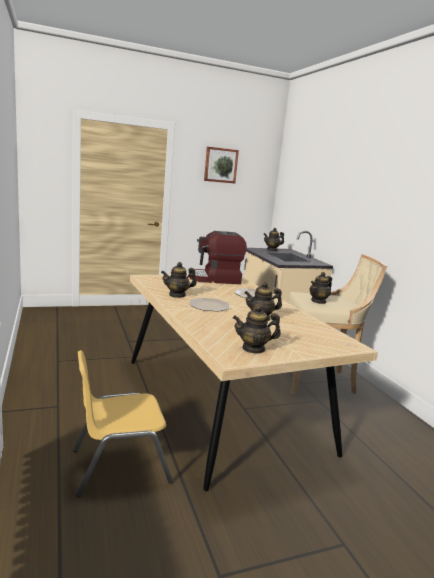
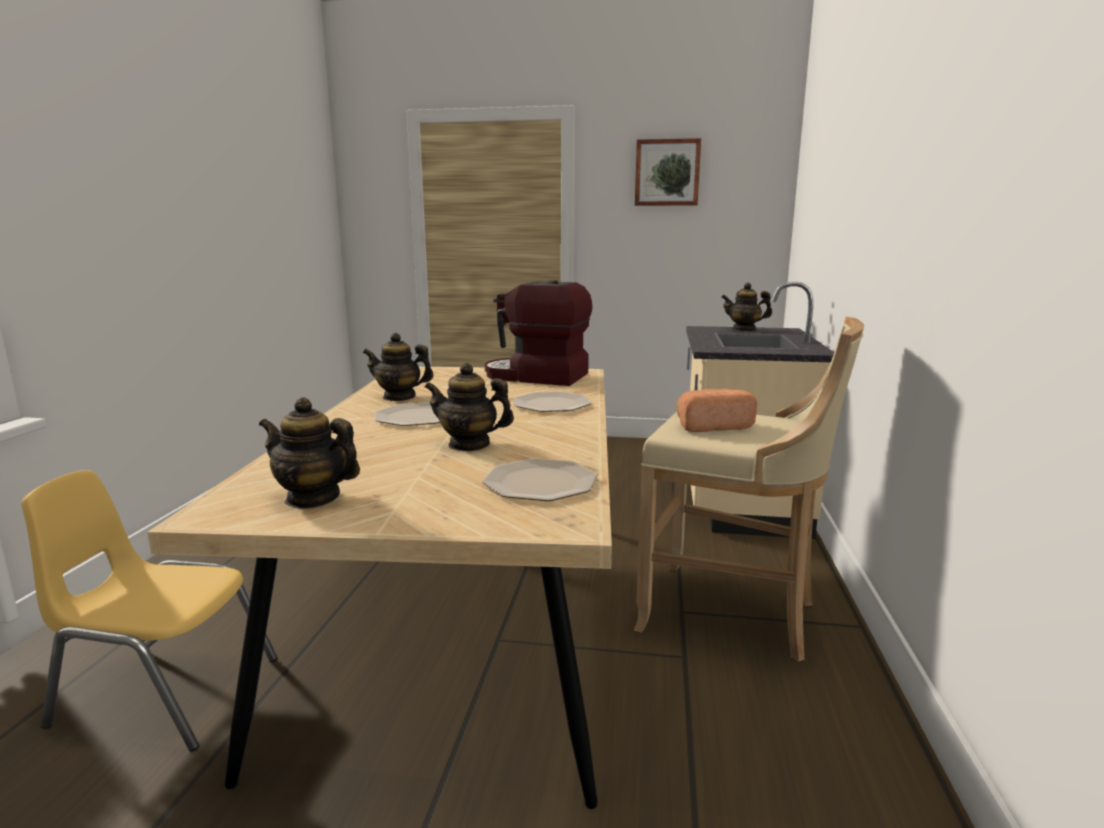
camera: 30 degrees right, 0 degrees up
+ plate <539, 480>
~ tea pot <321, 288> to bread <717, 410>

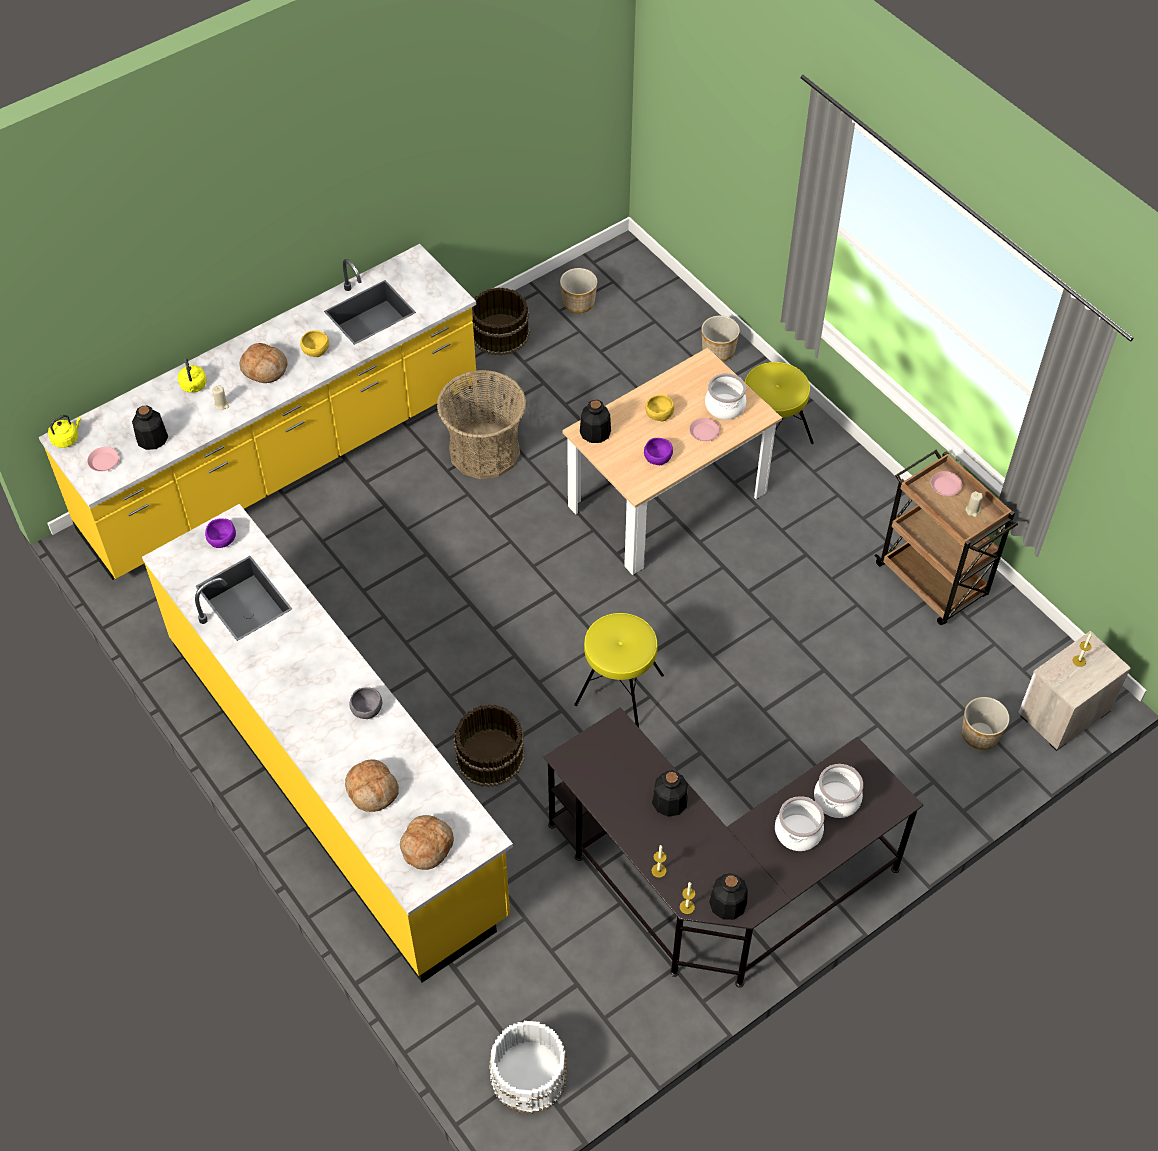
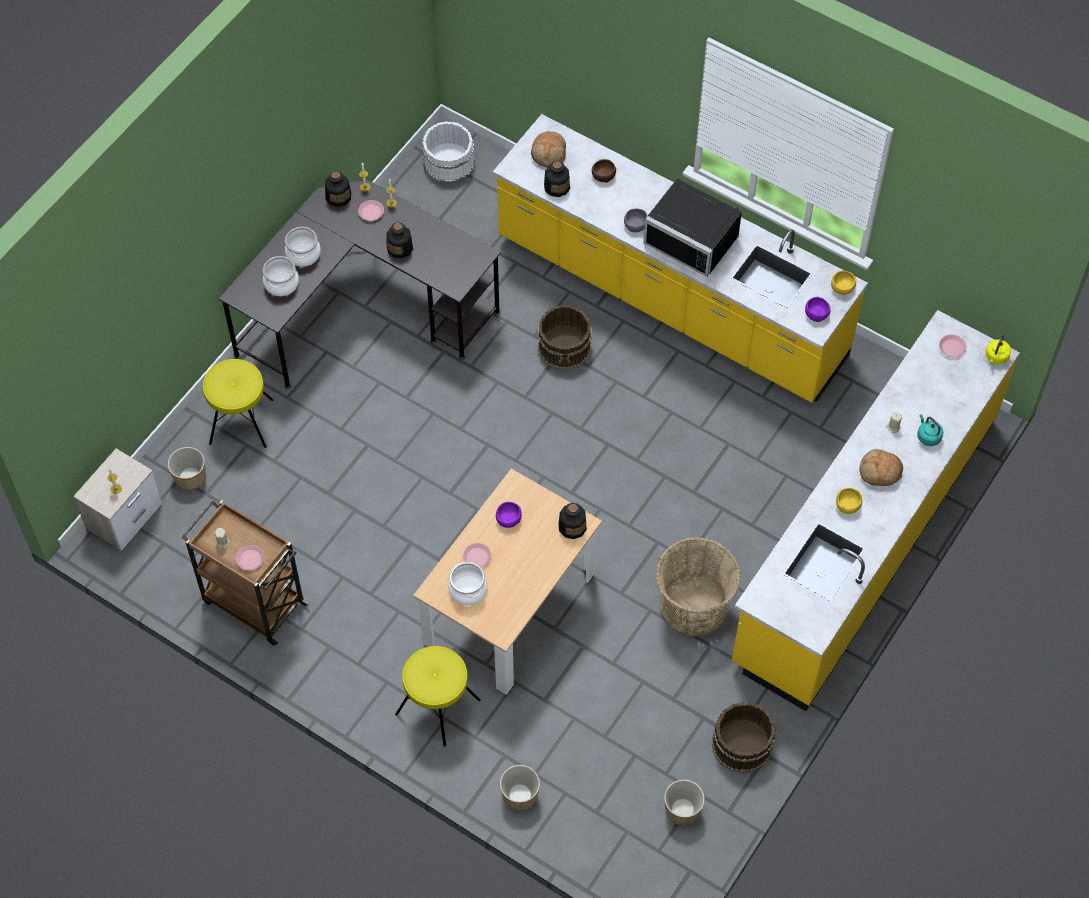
camera: 160 degrees right, 5 degrees up
~ yellow stool <619, 670> to <238, 403>
+ pink-coloured plate <371, 210>
~ drink bottle <150, 427> to <557, 179>
~ bread <372, 785> to brown deep dish <604, 171>
+ blackish kitchen microwave <693, 228>
~ yellow deep dish <659, 408> to <843, 283>
~ yellow tea kettle <192, 375> to turquoise-coloured tea kettle <930, 430>

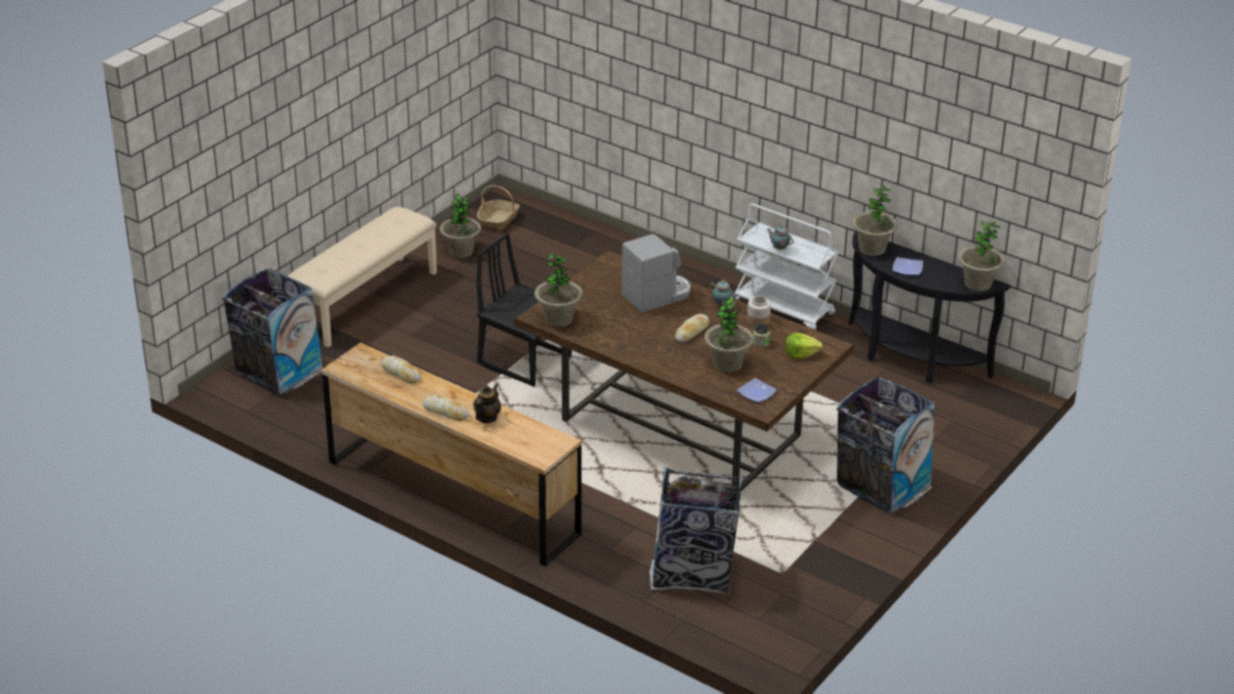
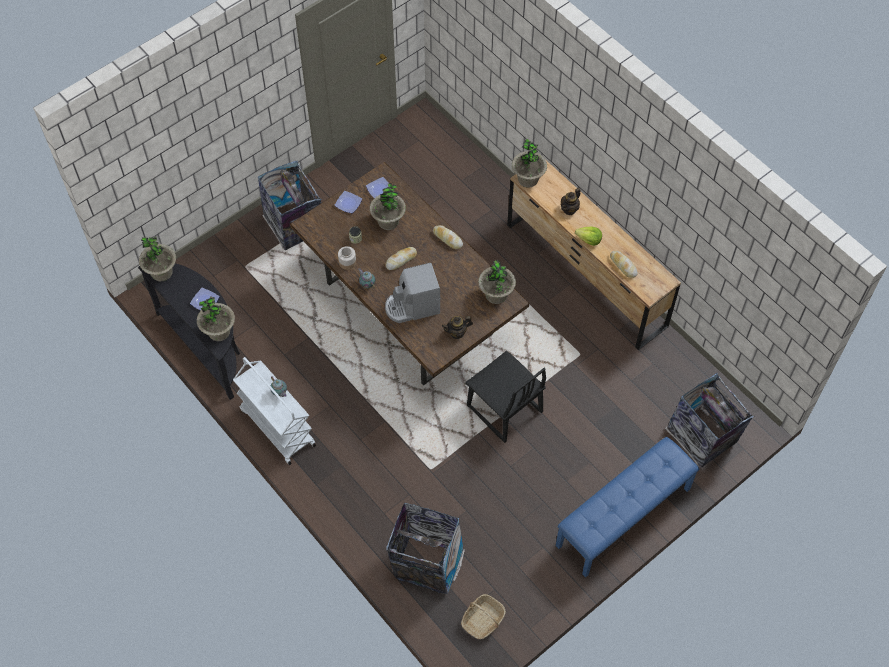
camera: 165 degrees left, 25 degrees up
+ plate <348, 202>
~ waste bin <695, 530> to <425, 549>
~ bread <446, 408> to <448, 237>
+ tea pot <457, 327>
~ plant in a pot <460, 225> to <529, 163>
~ sand-coloured indoor bench <362, 277> to bluish indoor bench <627, 507>
~ head of lettuce <804, 346> to <588, 236>

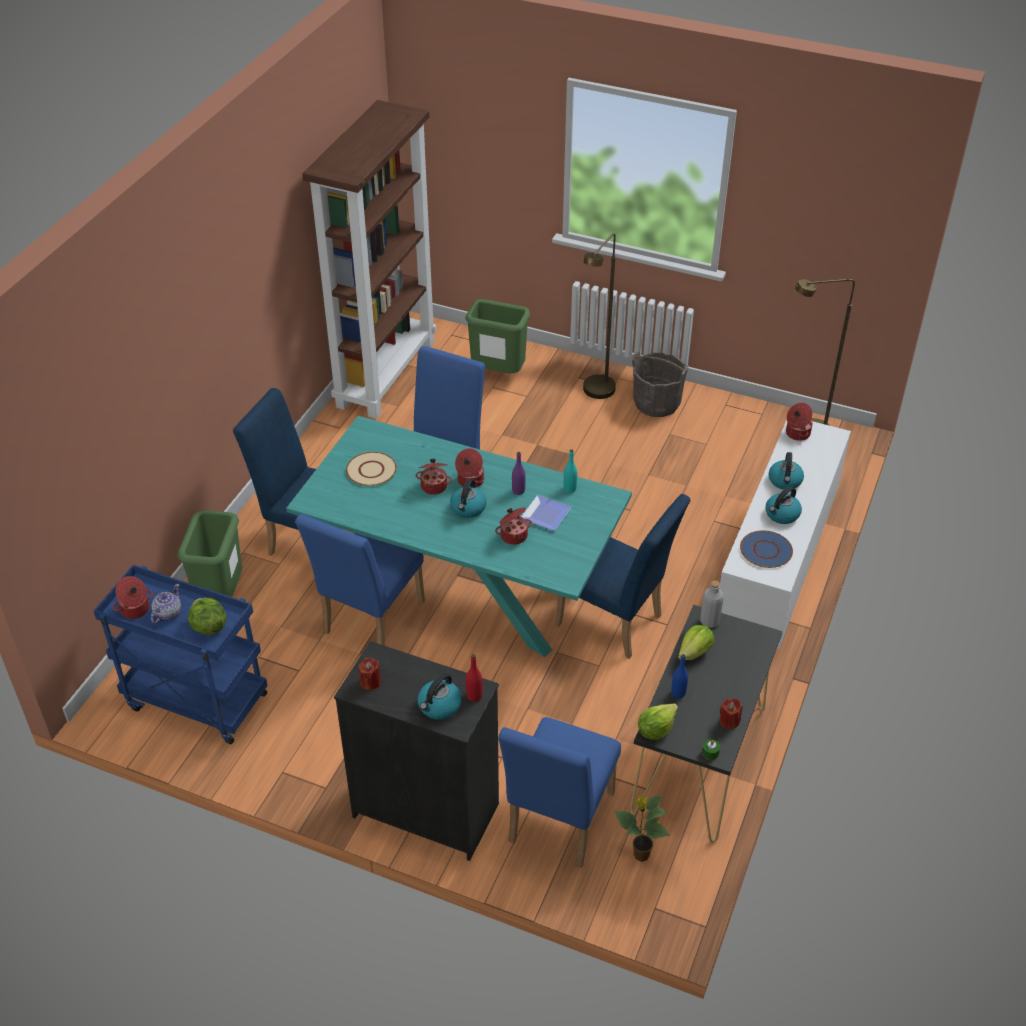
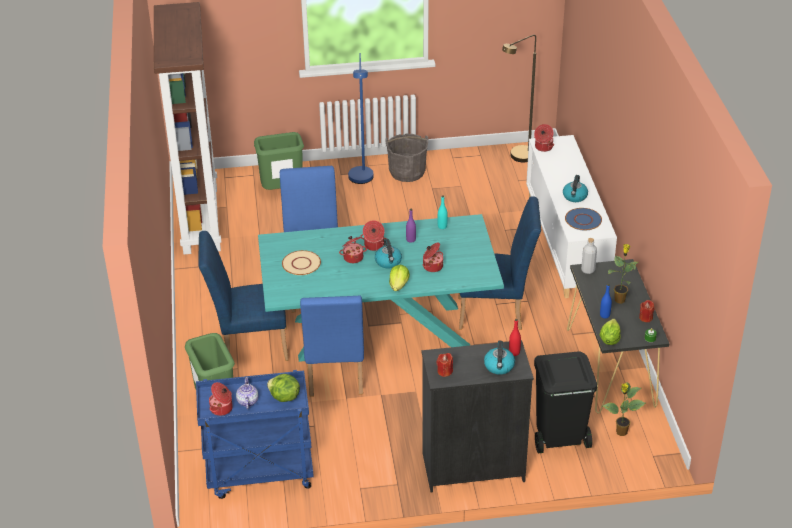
camera: 30 degrees left, 5 degrees down
~ brown floor lamp <599, 316> to bluish floor lamp <361, 118>
~ head of lettuce <696, 642> to <399, 278>
~ bluish upright chair <559, 792> to blackish waste bin <565, 402>
+ plant in a pot <623, 274>
- plate <546, 513>
- tea kettle <786, 471>

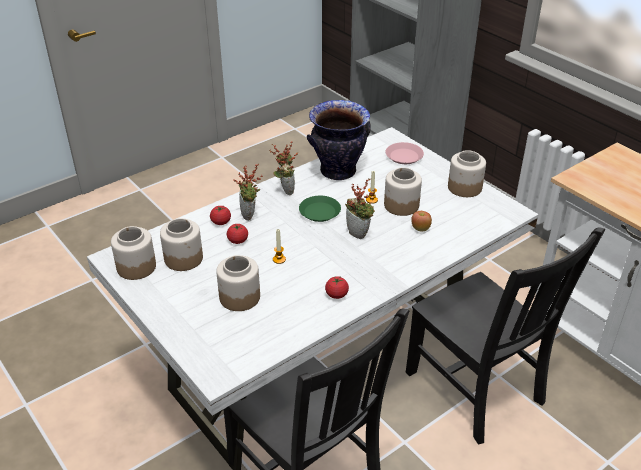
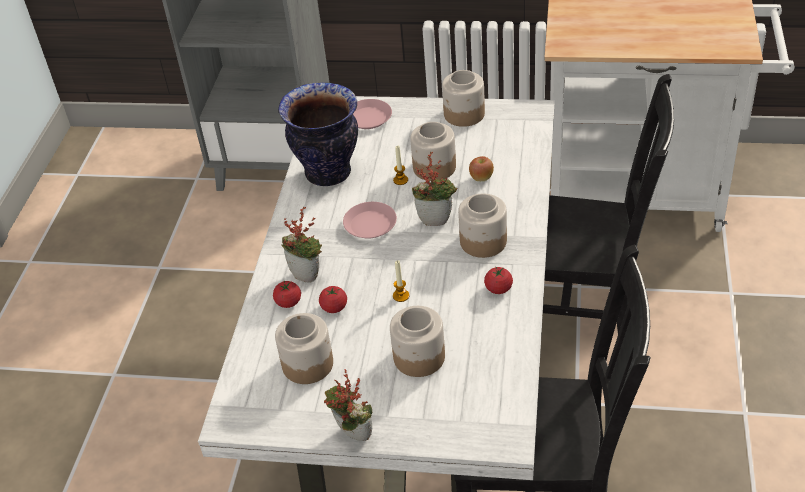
camera: 40 degrees left, 5 degrees up
~ plant in a pot <283, 168> to <348, 405>
~ green-coloured plate <320, 209> to pink-coloured plate <370, 220>
~ preserve jar <133, 253> to <482, 225>

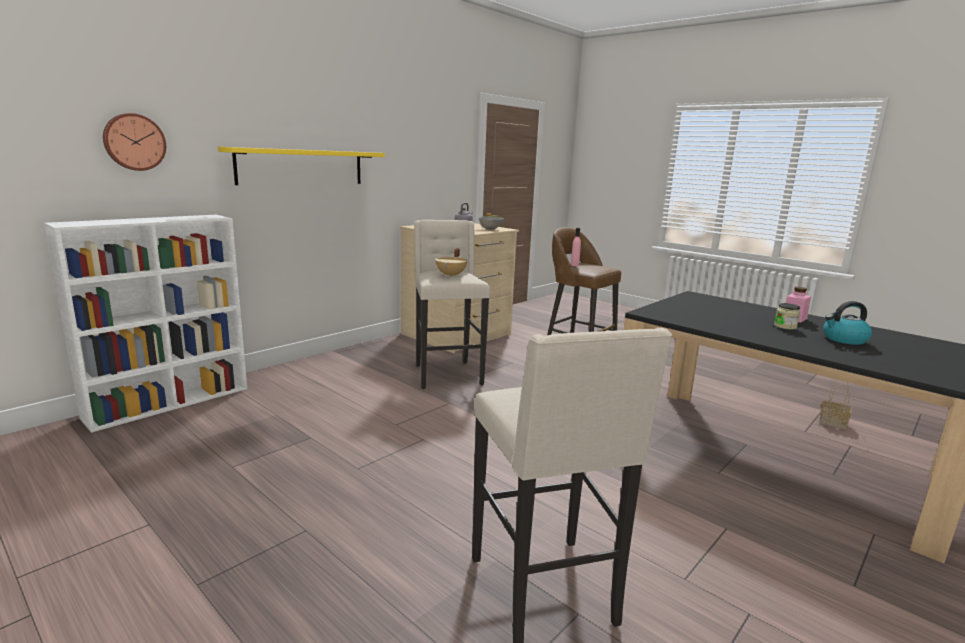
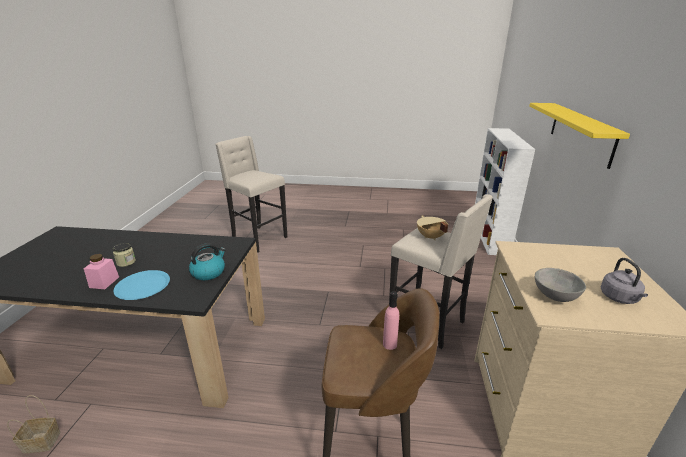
camera: 145 degrees right, 10 degrees up
+ bluish plate <142, 285>
~ tea kettle <847, 323> to <207, 261>
- clock on the wall <134, 142>

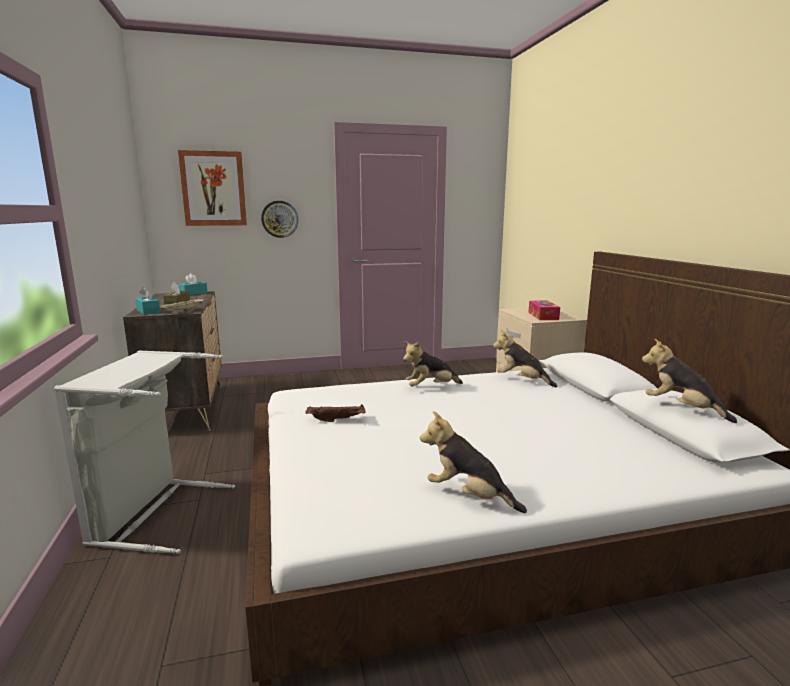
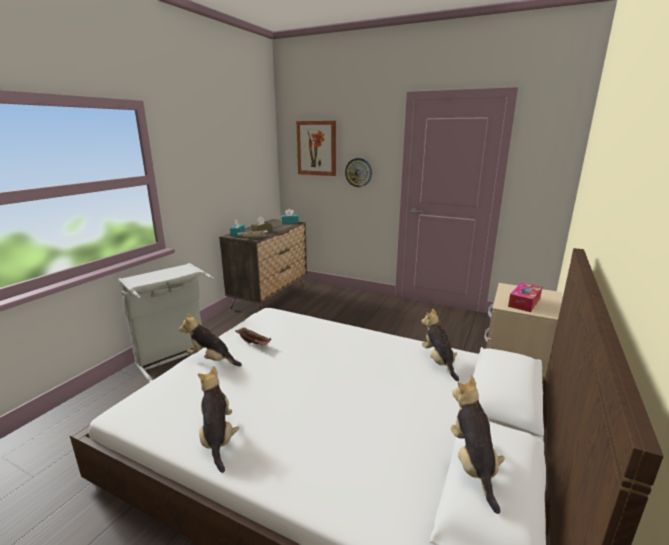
camera: 40 degrees right, 5 degrees up
~ soft toy <433, 363> to <210, 339>

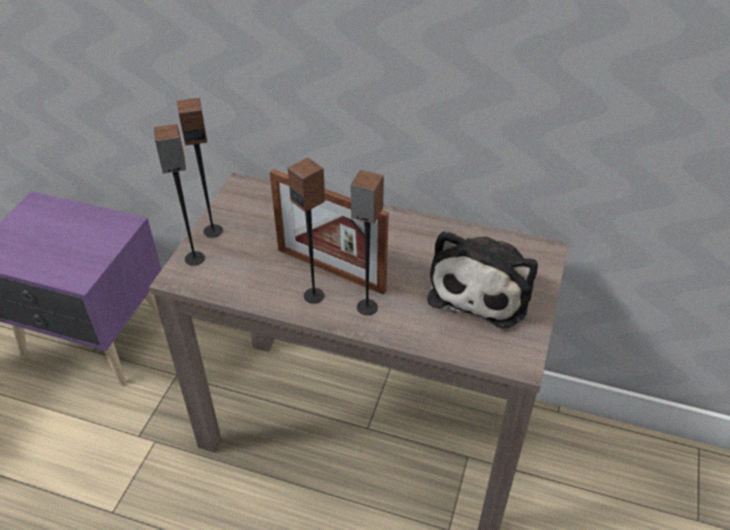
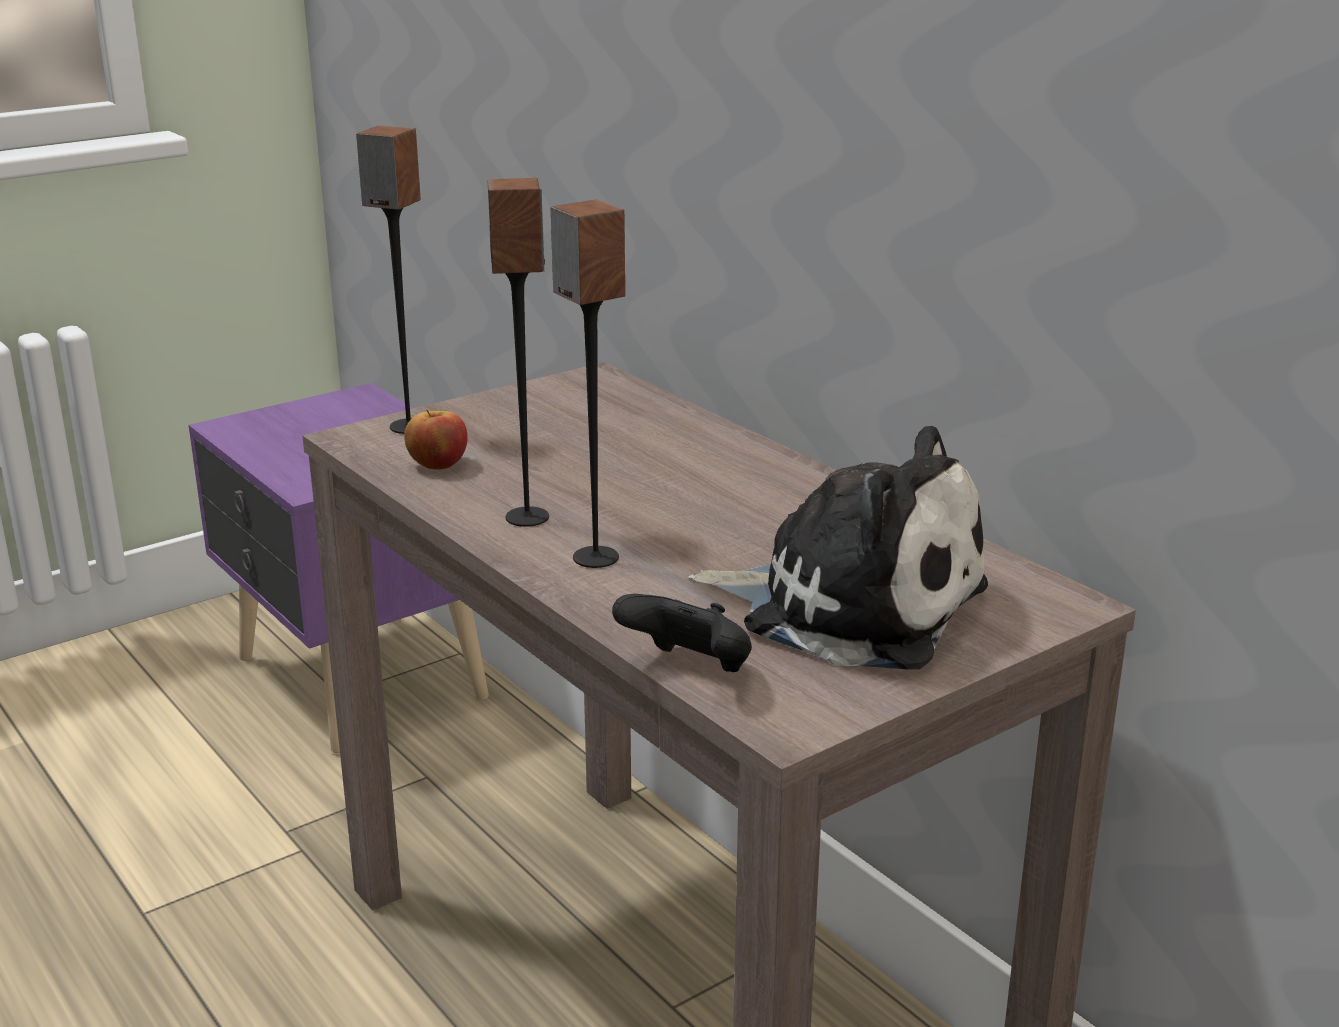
camera: 35 degrees right, 20 degrees down
+ apple fruit <436, 440>
+ blackish game controller <682, 633>
~ soft toy <482, 279> = <838, 548> 120 degrees counterclockwise
- loudspeaker <200, 168>
- photo frame <329, 232>

